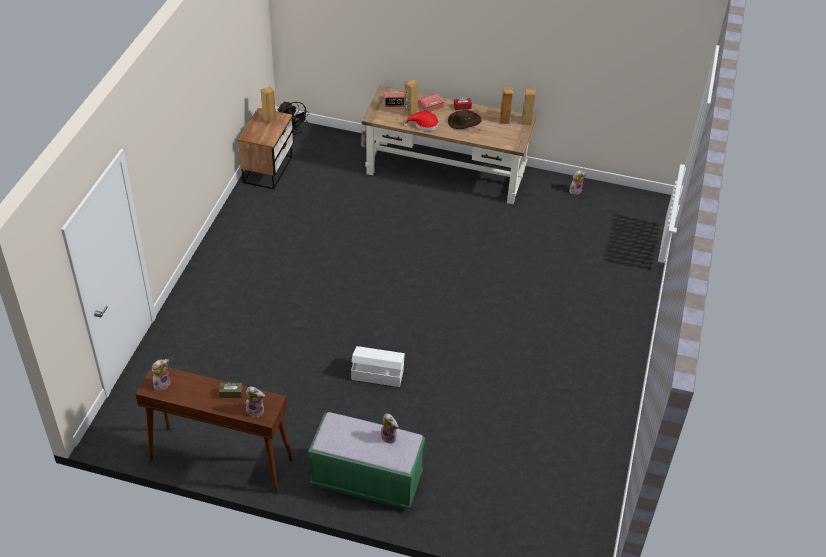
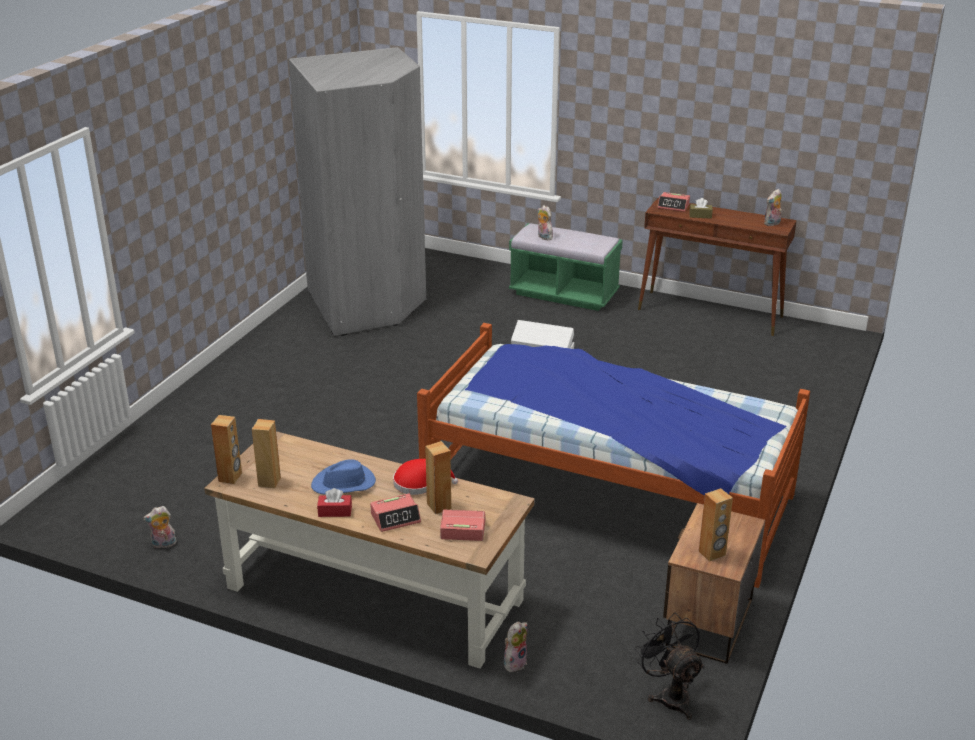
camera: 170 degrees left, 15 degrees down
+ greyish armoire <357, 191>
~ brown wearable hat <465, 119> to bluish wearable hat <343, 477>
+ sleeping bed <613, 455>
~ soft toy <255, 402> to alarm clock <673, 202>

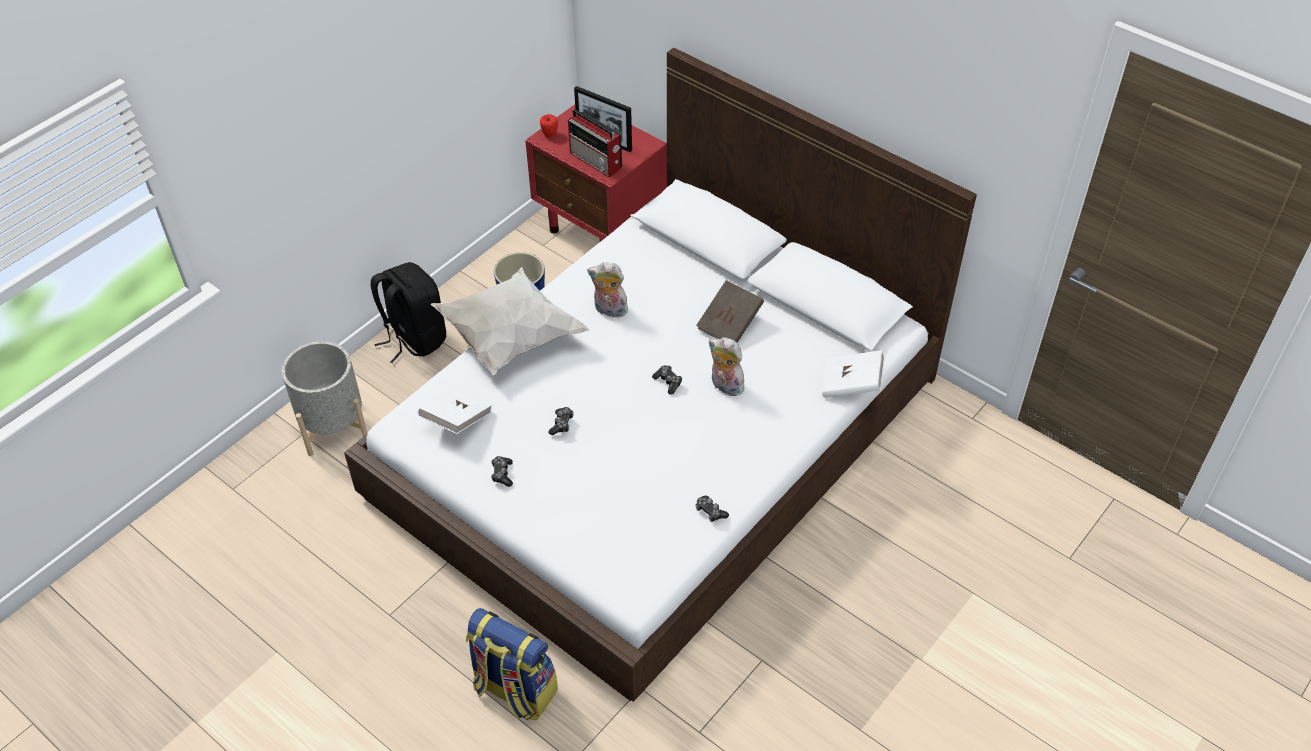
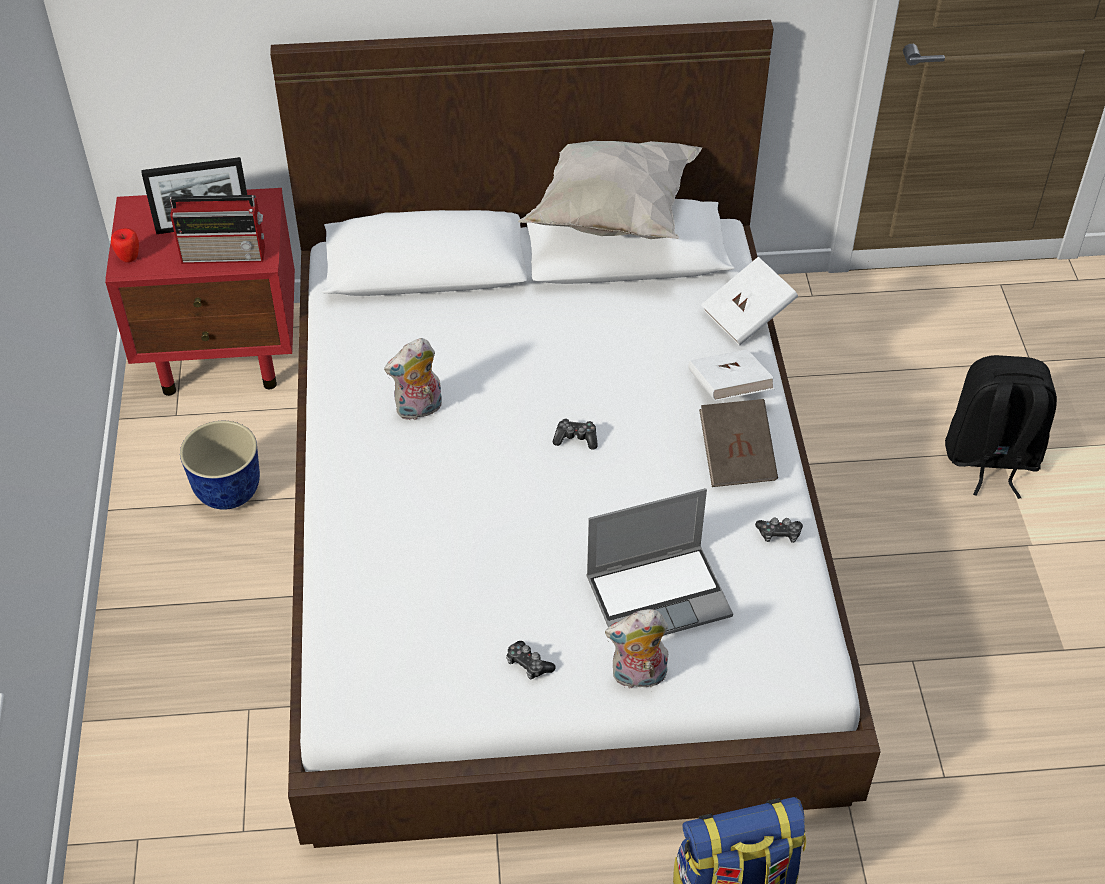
camera: 45 degrees left, 0 degrees up
~ white pillow <510, 321> to <610, 190>
+ notebook computer <659, 562>
~ soft toy <727, 366> to <636, 648>
~ white volume <455, 411> to <731, 375>
~ brown volume <730, 311> to <738, 443>
~ blackish rucksack <408, 312> to <1001, 427>
- greyish planter <324, 398>
- game controller <561, 421>

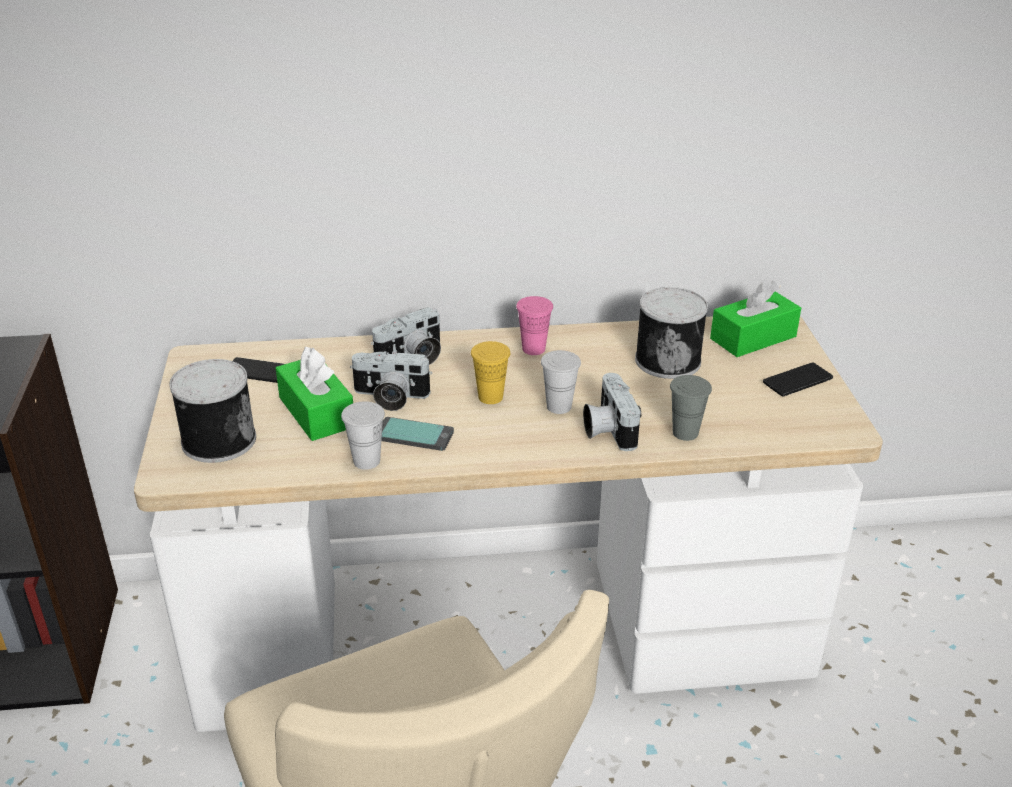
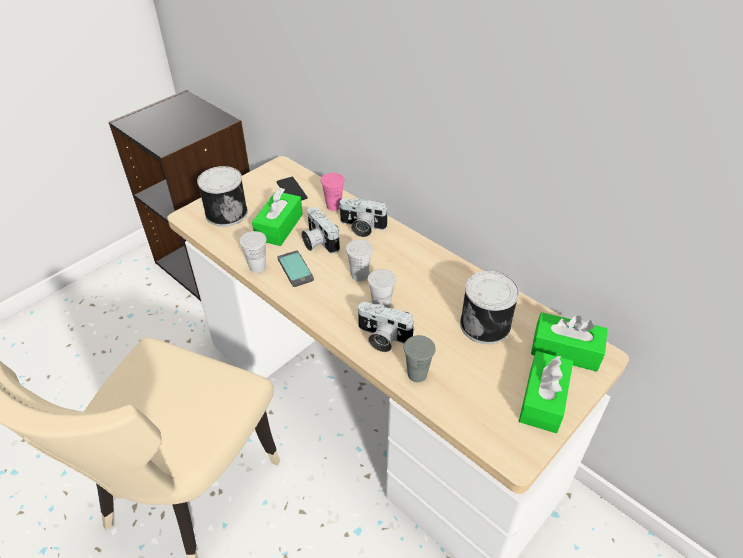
camera: 50 degrees right, 10 degrees up
~ pink-coloured drinking cup <534, 325> to <333, 192>
~ yellow drinking cup <490, 372> to white drinking cup <359, 260>
~ still camera <612, 412> = <386, 327> 105 degrees counterclockwise
~ handset <798, 379> to green-coloured box of tissues <546, 392>

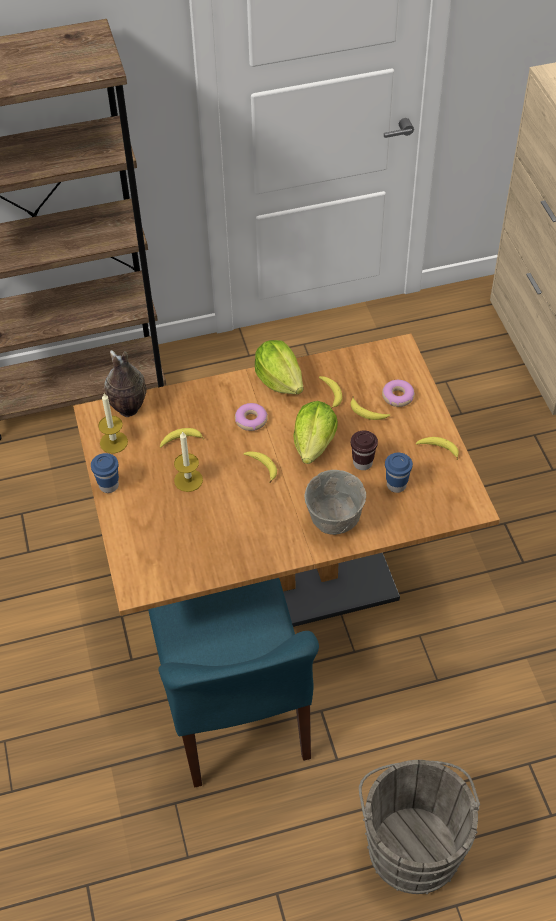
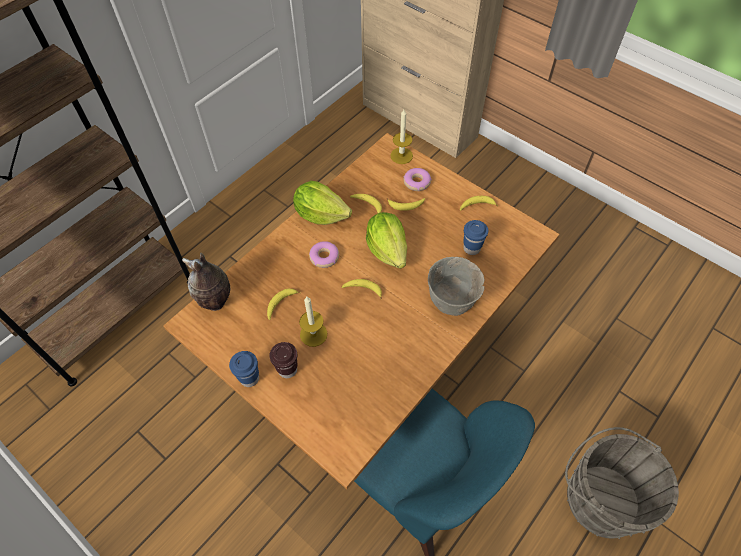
camera: 35 degrees left, 5 degrees up
~ brown drinking cup <364, 450> to <283, 360>
~ wax light <113, 423> to <401, 137>

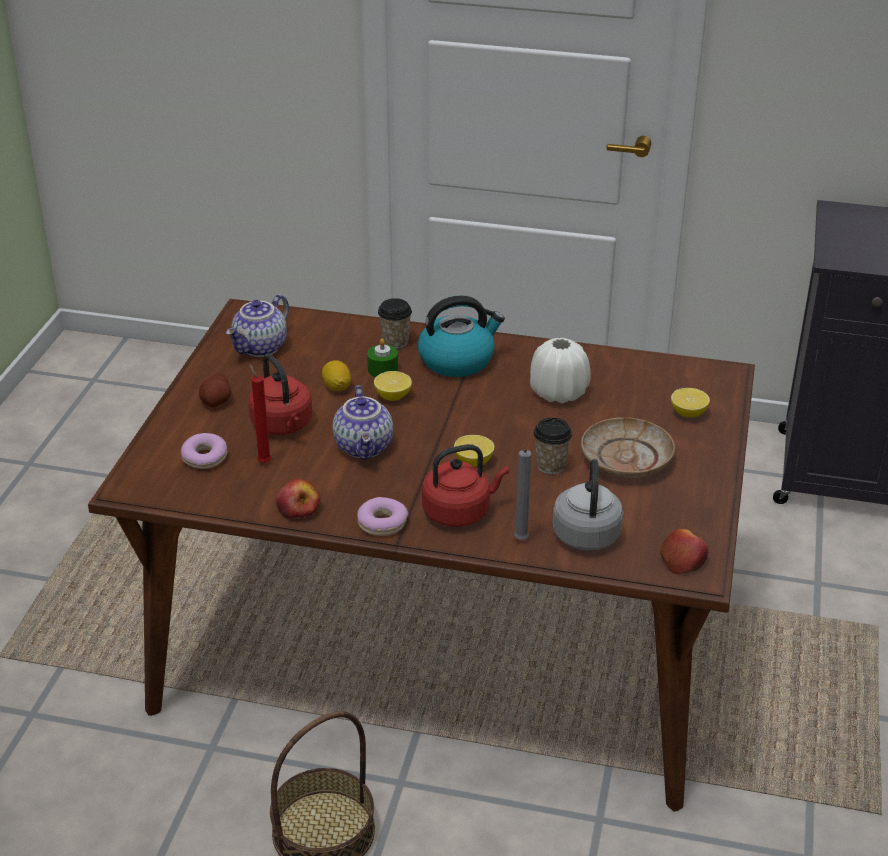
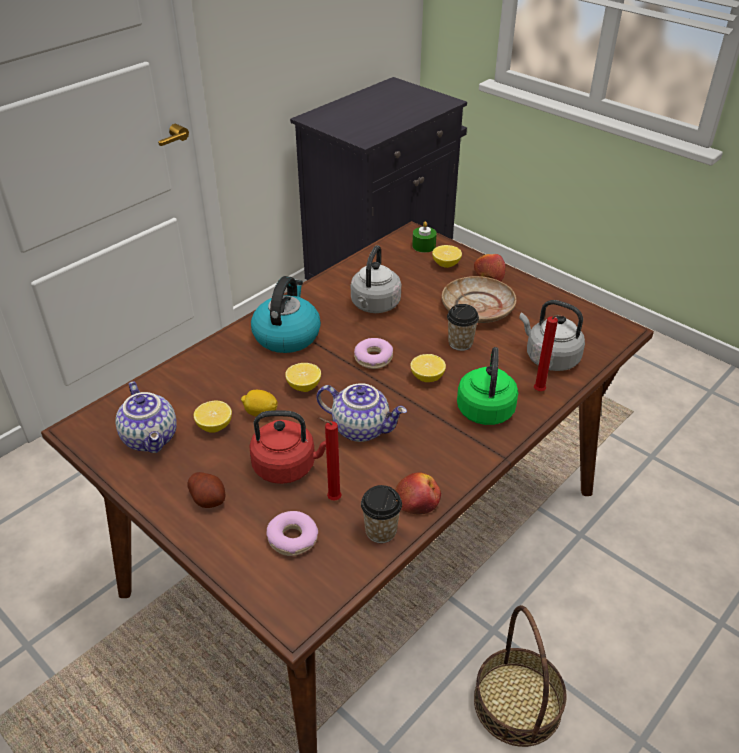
camera: 60 degrees left, 5 degrees up
+ lemon <213, 417>
~ white decorative vase <560, 370> to greyish tea kettle <376, 279>
~ doughnut <382, 516> to <373, 353>
~ drinking cup <395, 323> to <381, 514>
~ green-coloured wax light <382, 357> to <424, 237>
~ red-coloured tea kettle <465, 485> to green-coloured tea kettle <487, 386>
~ apple fruit <684, 551> to <489, 267>
~ greyish wax light <523, 494> to red-coloured wax light <548, 353>

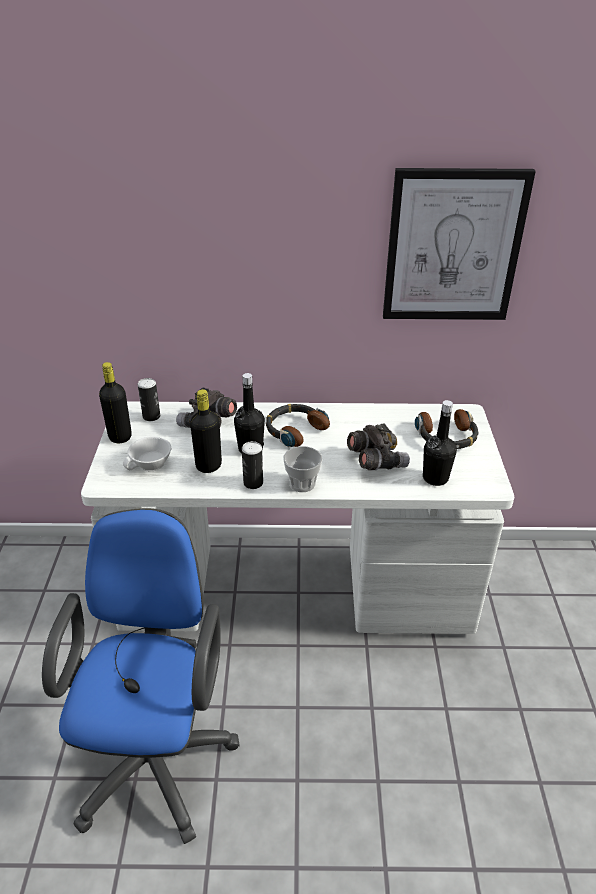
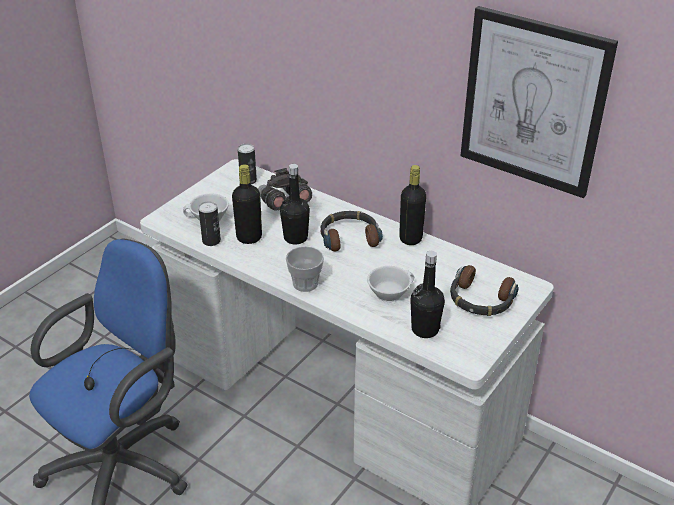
camera: 35 degrees right, 0 degrees up
~ sealed can <252, 465> to <209, 223>
~ greyish binoculars <378, 447> to white drinking cup <390, 284>
~ blackish drink bottle <115, 402> to <412, 205>

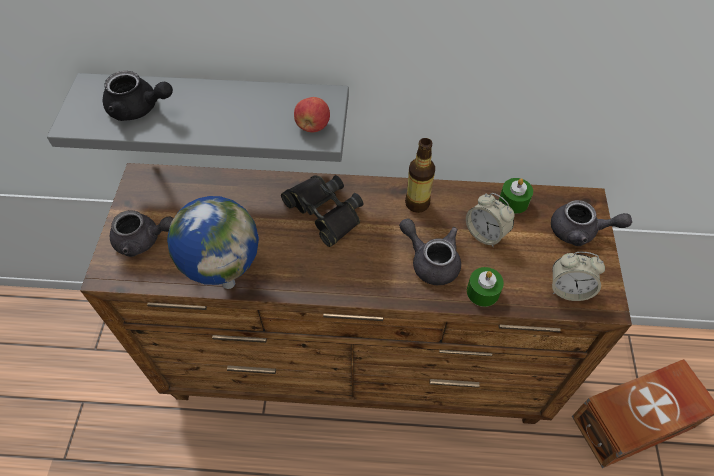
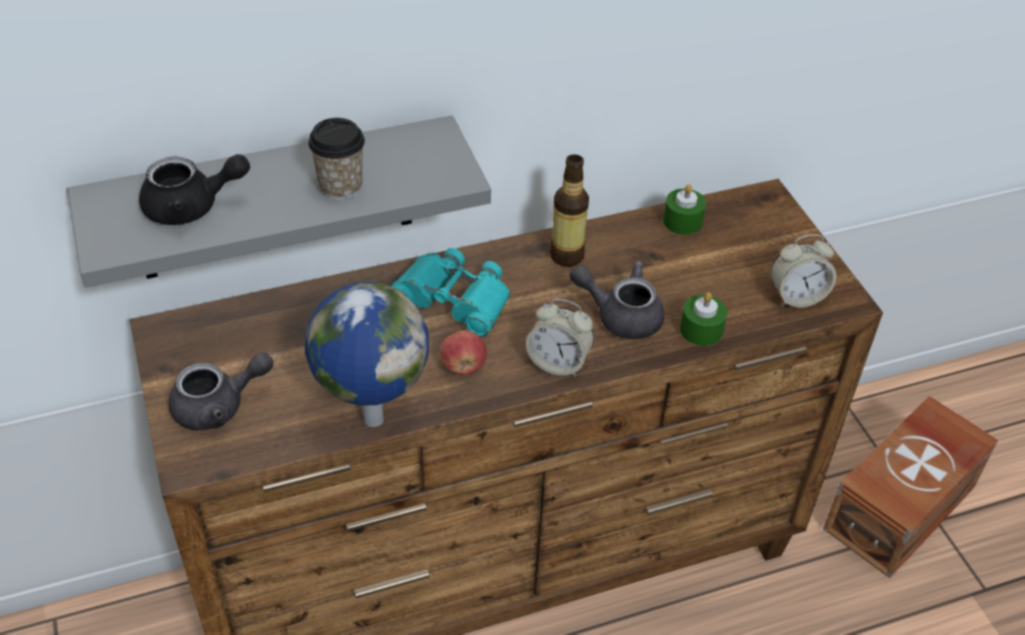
camera: 25 degrees left, 10 degrees down
+ drinking cup <336, 159>
~ blackish binoculars <322, 211> to turquoise-coloured binoculars <450, 292>
~ apple fruit <312, 115> to <464, 352>
~ alarm clock <490, 220> to <560, 338>
- greyish tea pot <591, 223>

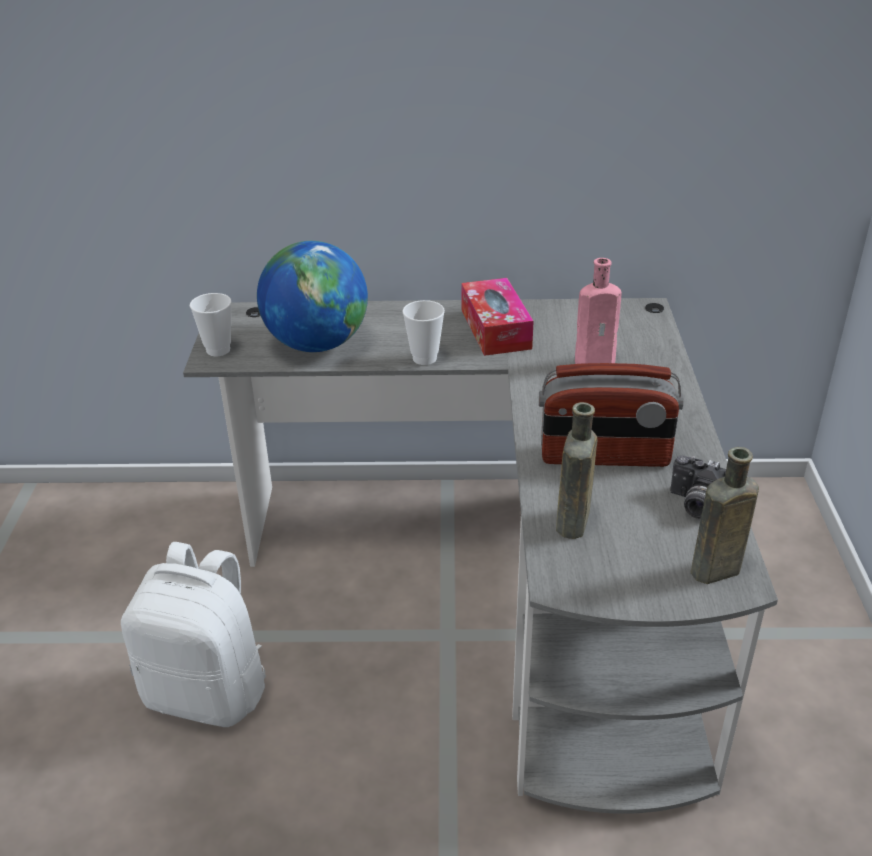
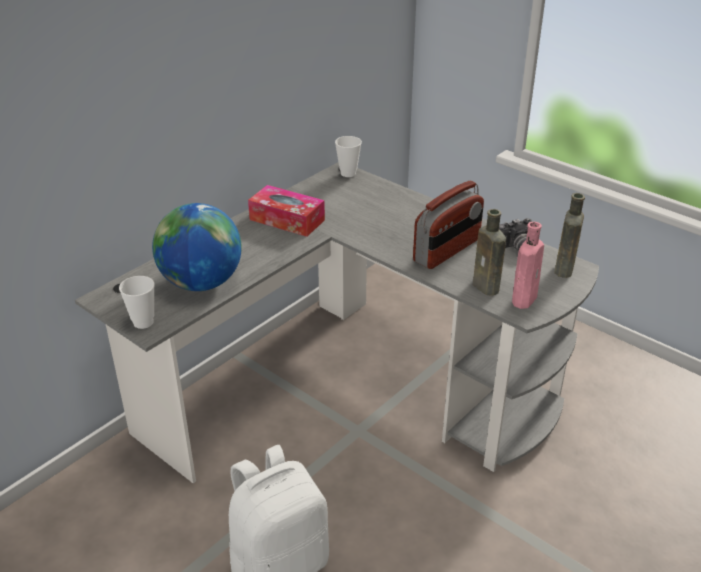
camera: 50 degrees left, 0 degrees up
~ drinking cup <424, 332> to <348, 156>
~ pink-coloured drink bottle <598, 311> to <528, 265>

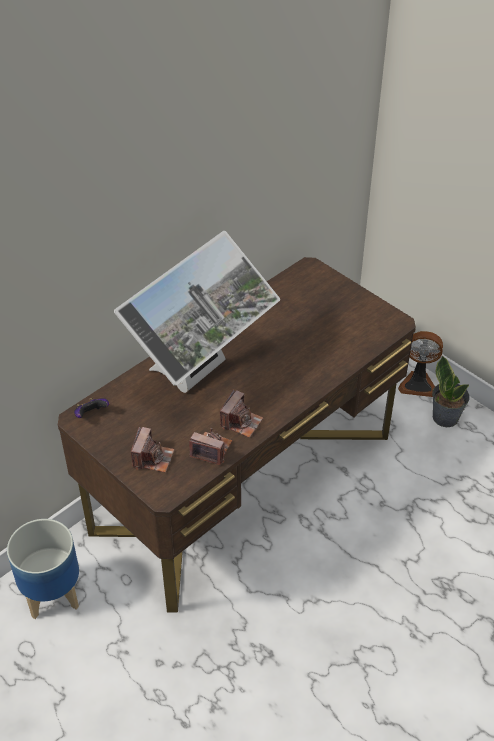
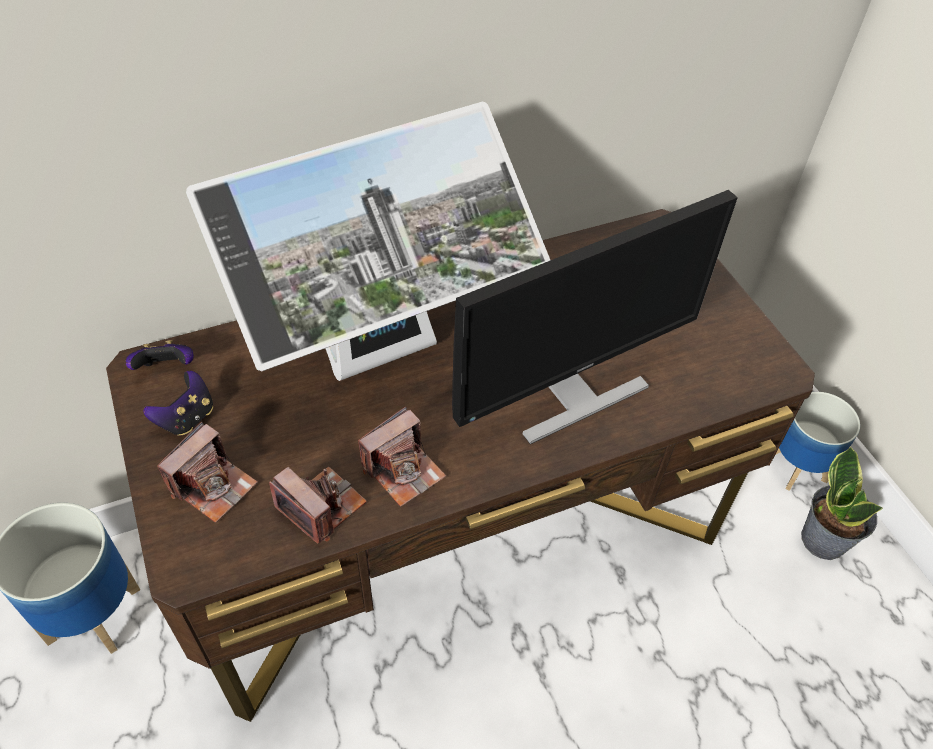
camera: 20 degrees right, 5 degrees up
+ game controller <178, 403>
+ computer screen <595, 317>
~ electric fan <420, 364> to planter <817, 441>

